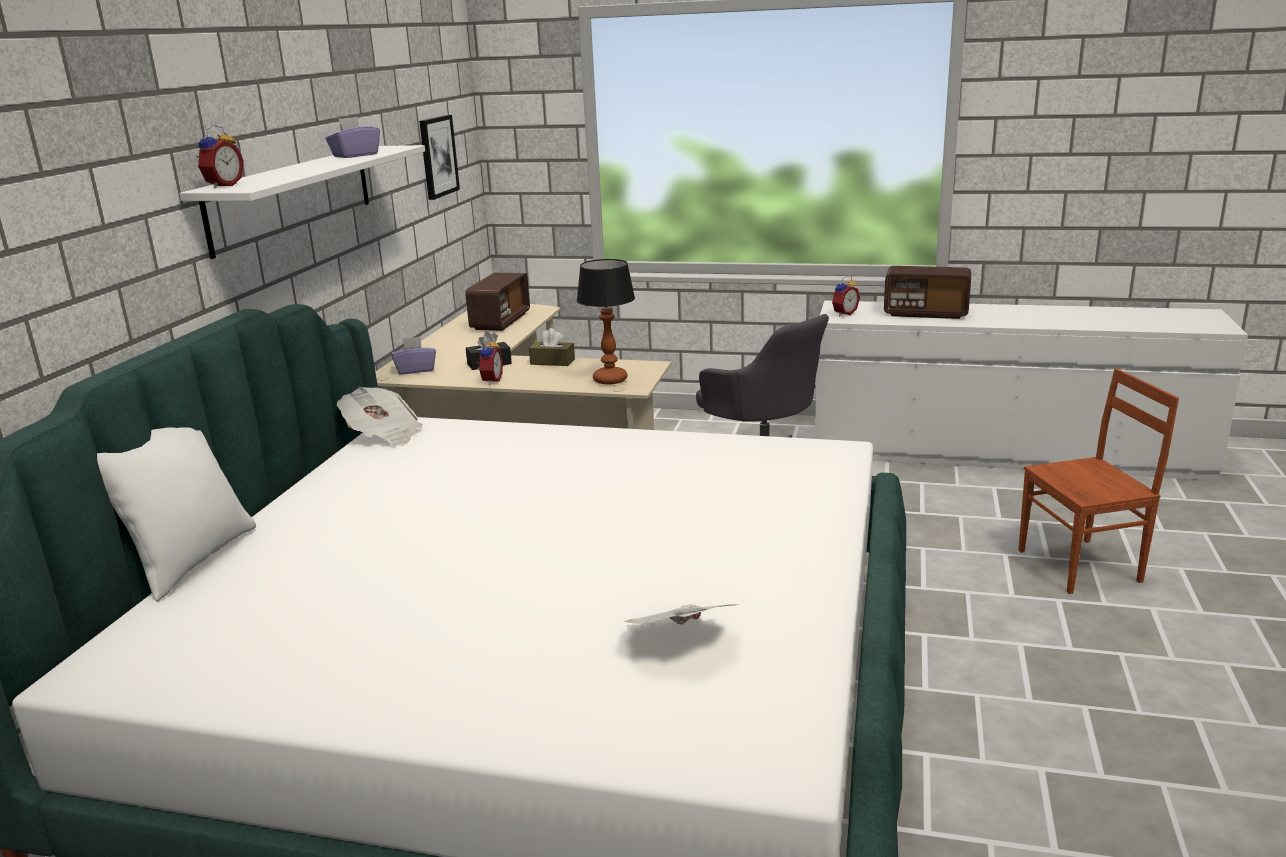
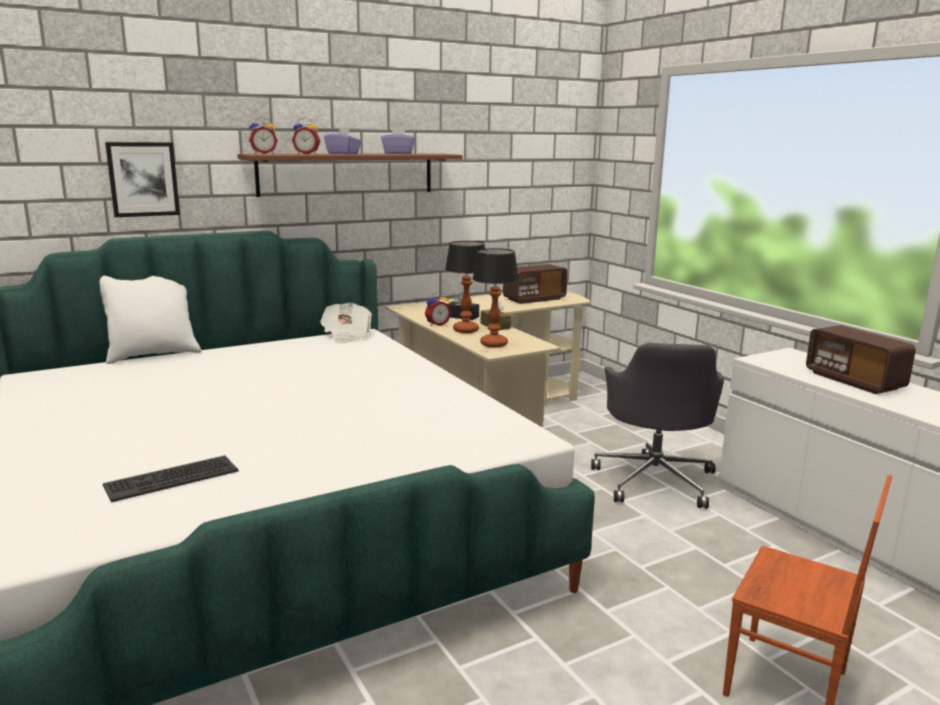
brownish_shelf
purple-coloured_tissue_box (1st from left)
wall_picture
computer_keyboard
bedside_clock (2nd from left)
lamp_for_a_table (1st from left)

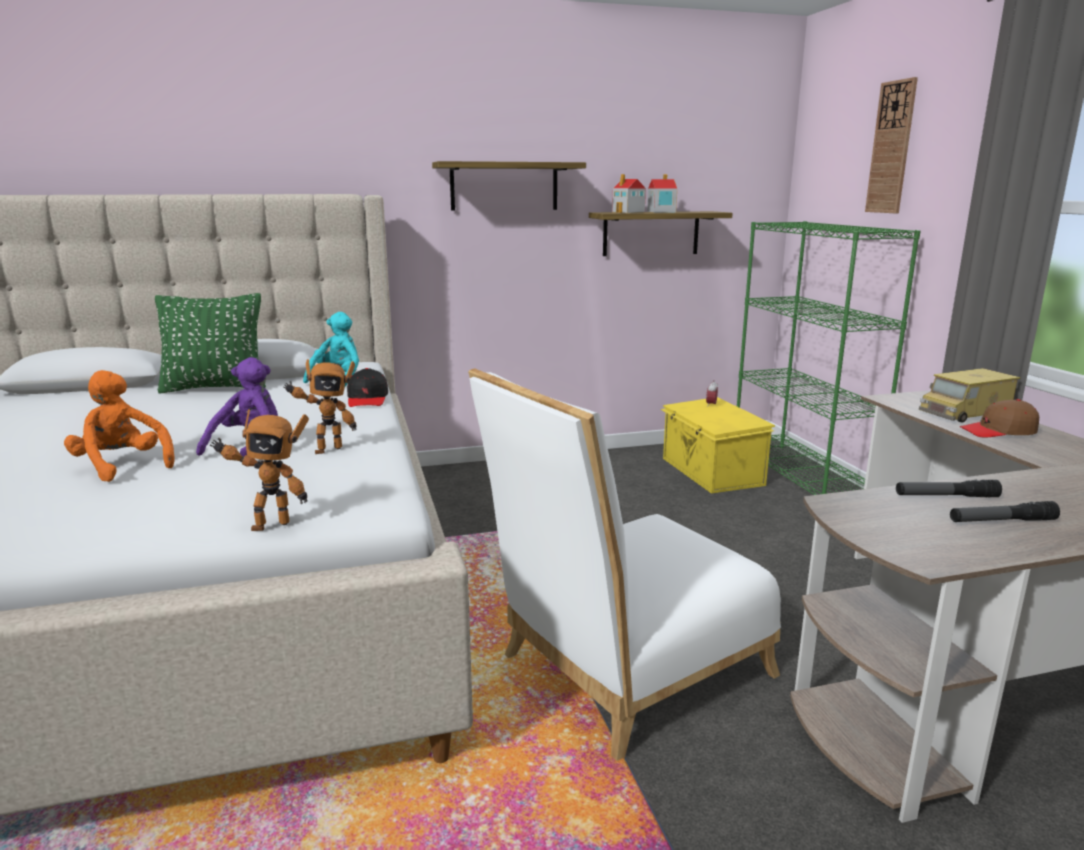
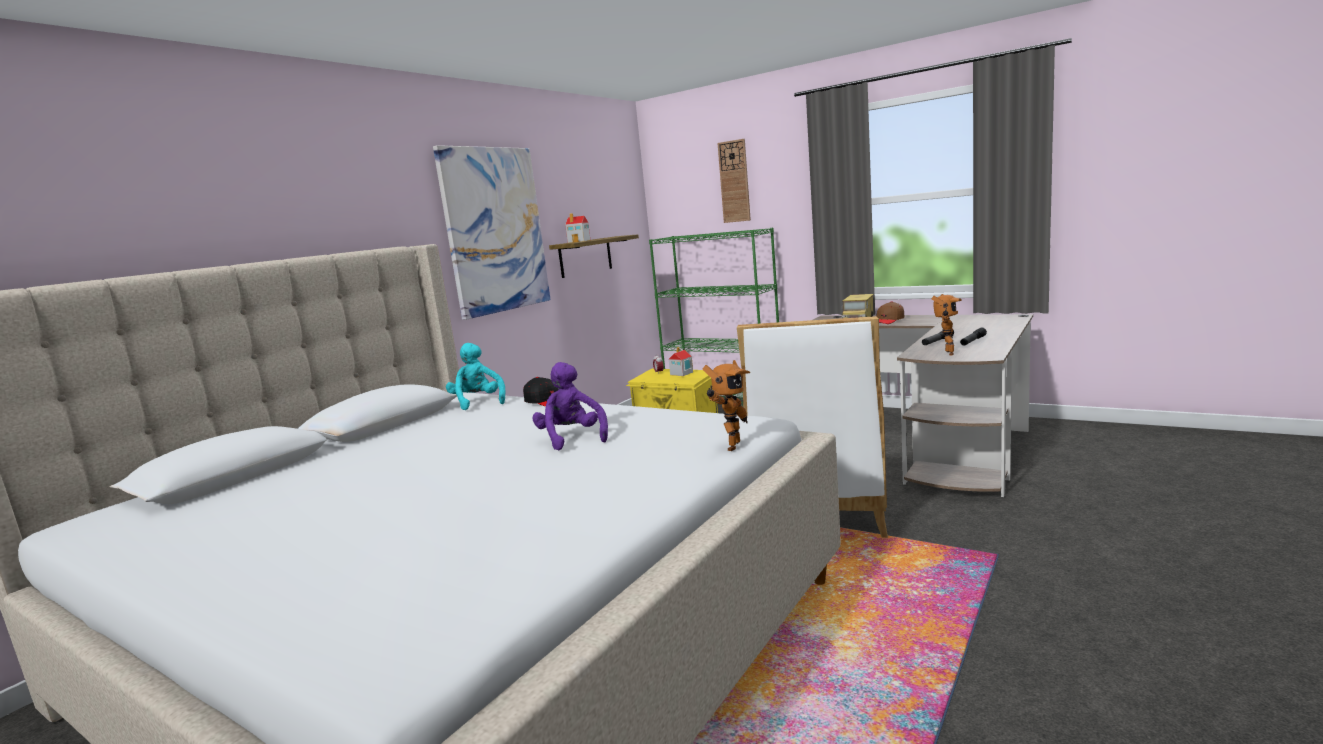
orange_soft_toy
green-coloured_pillow
robot_figure (2nd from left)
wall_picture
miniature_house (2nd from left)

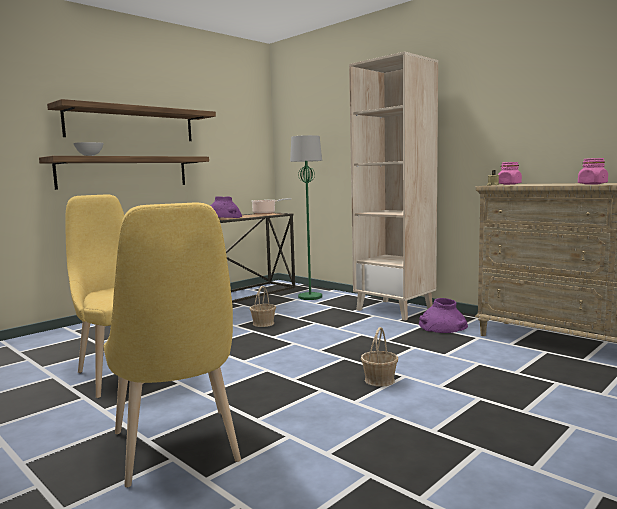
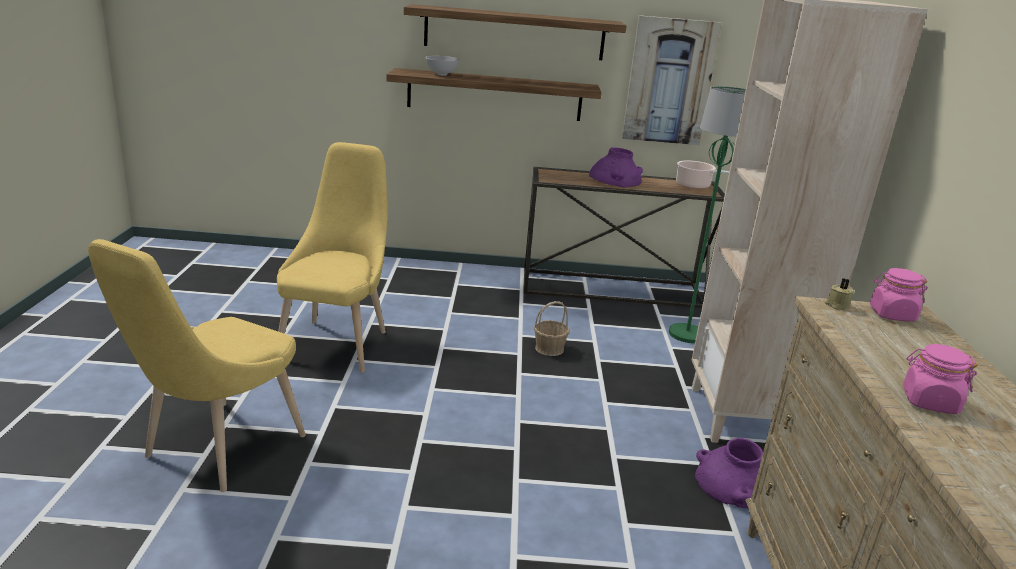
household_basket (2nd from left in the first image)
wall_picture

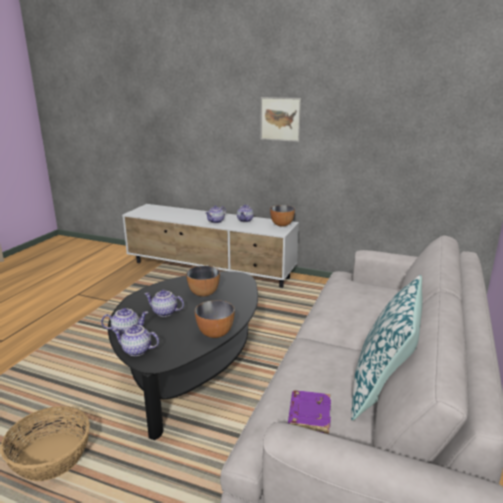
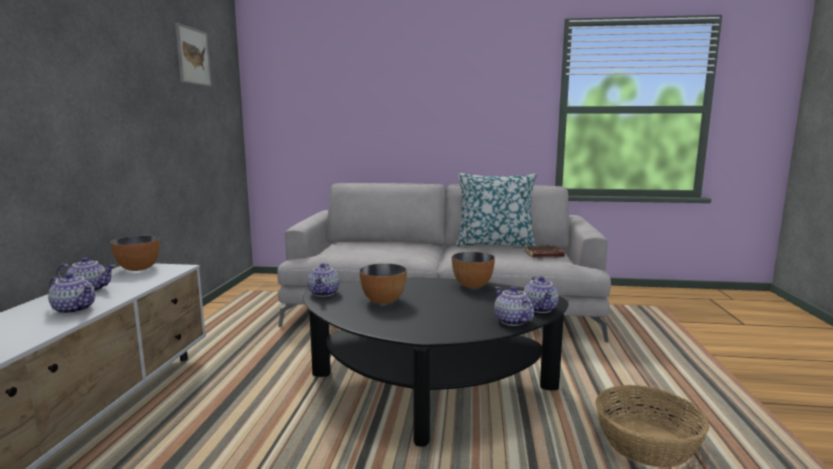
teapot (3rd from left)
wall_picture
brownish_book

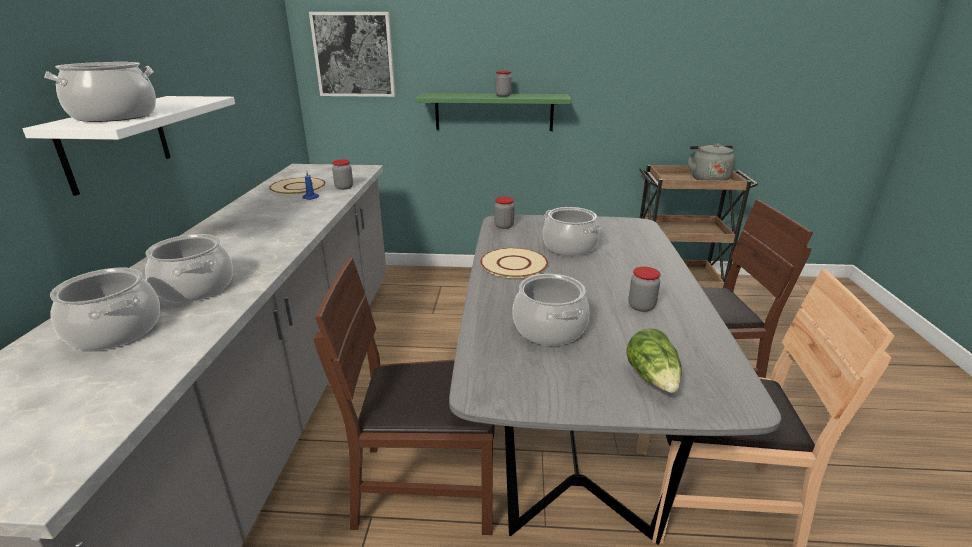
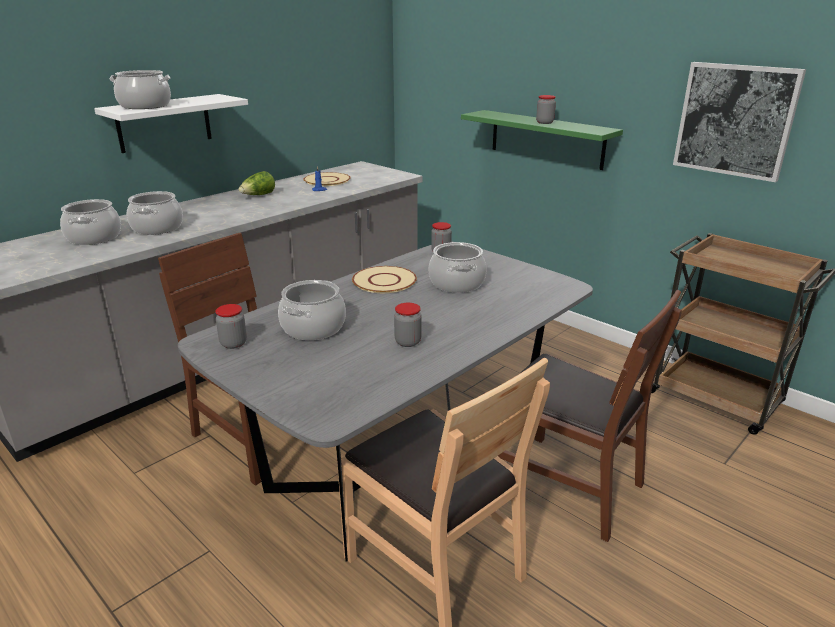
wall_picture
preserve_jar (1st from left)
head_of_lettuce
grey_tea_kettle

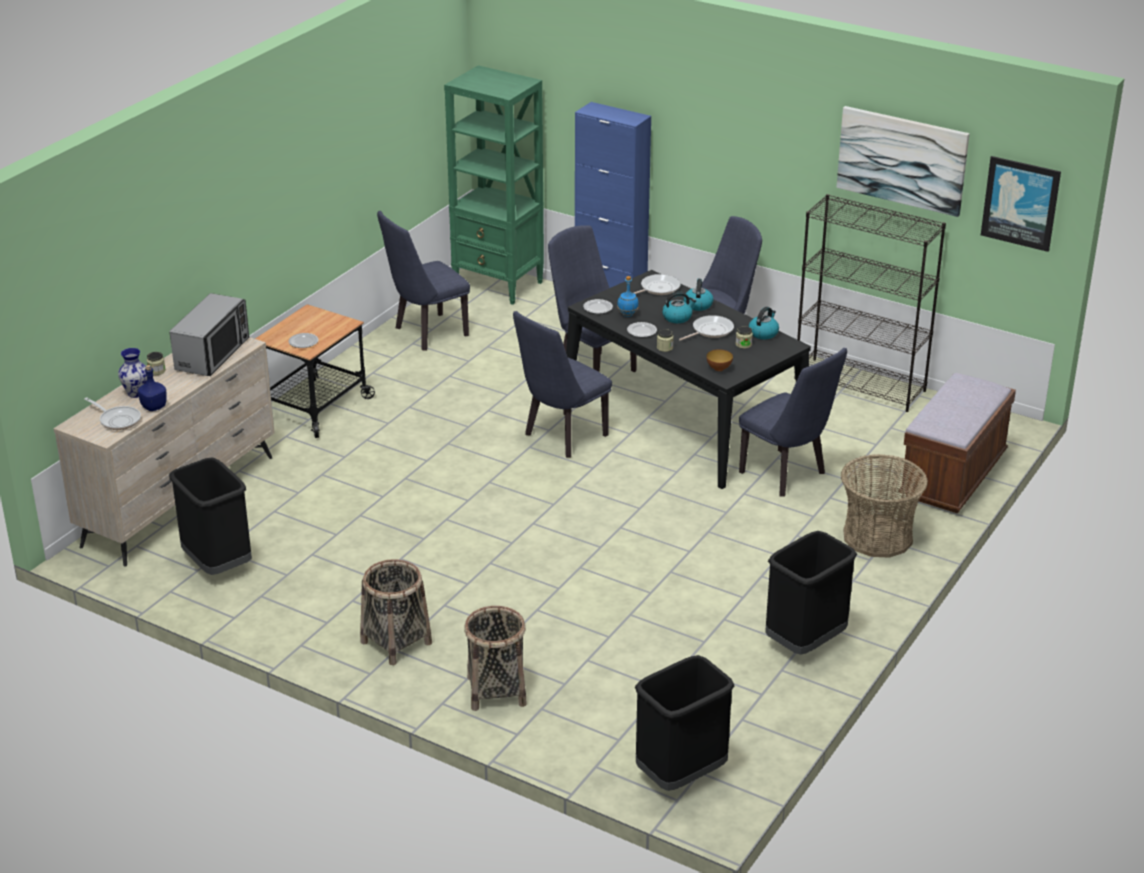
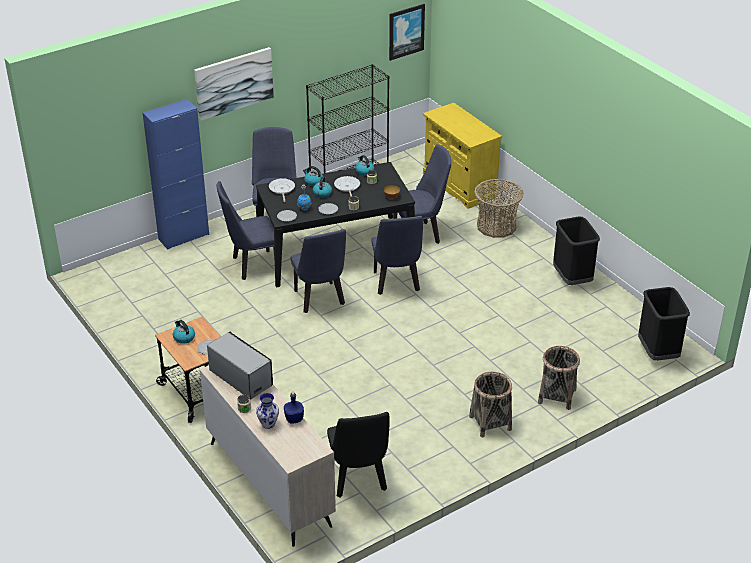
frying_pan (1st from left in the first image)
black-coloured_upright_chair
blue-coloured_upright_chair (4th from left)
green-coloured_bookcase
wall_picture (1st from left)
yellow_storage_cabinet
tea_kettle (1st from left)

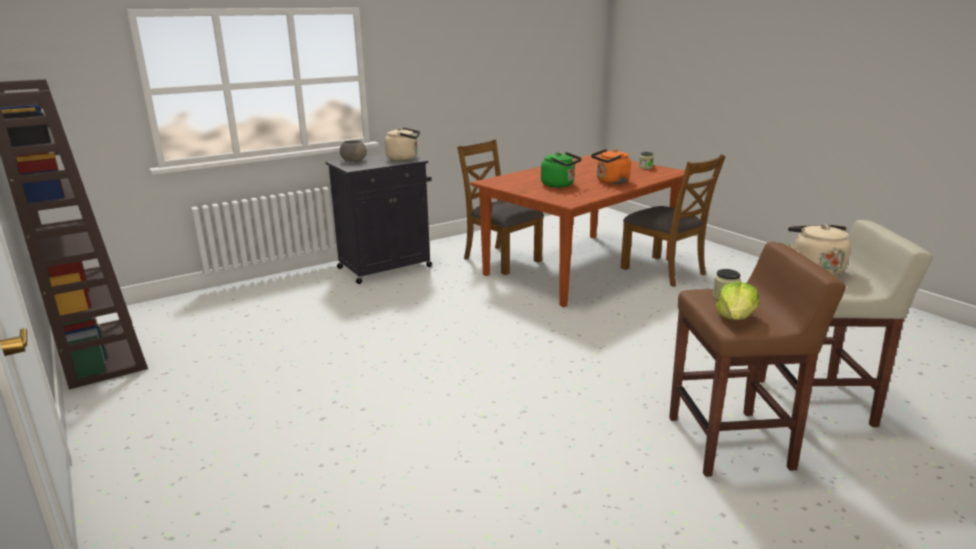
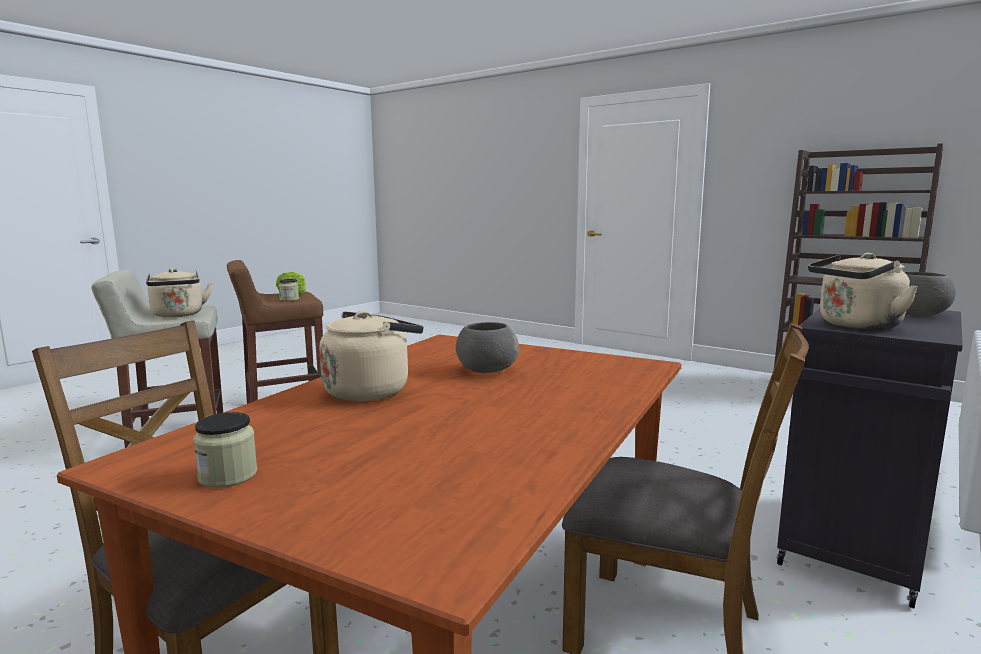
grey_serving_bowl (1st from left)
sand-coloured_tea_kettle (2nd from left)

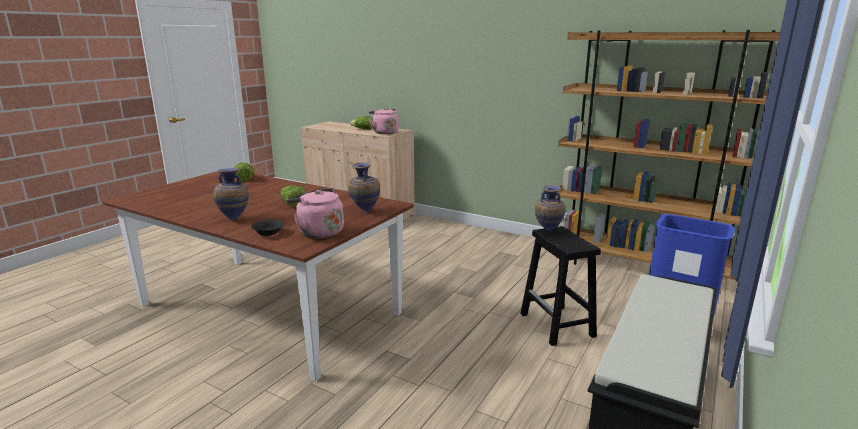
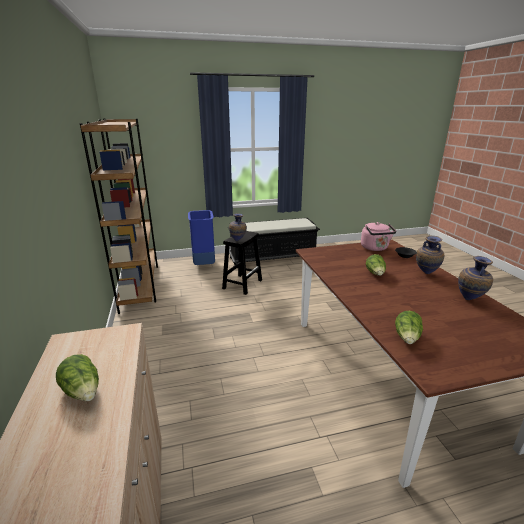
flower_vase (3rd from left)
pinkish_tea_kettle (2nd from left in the first image)

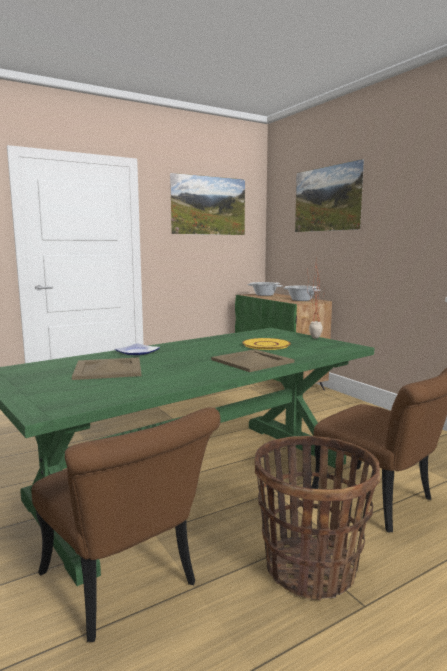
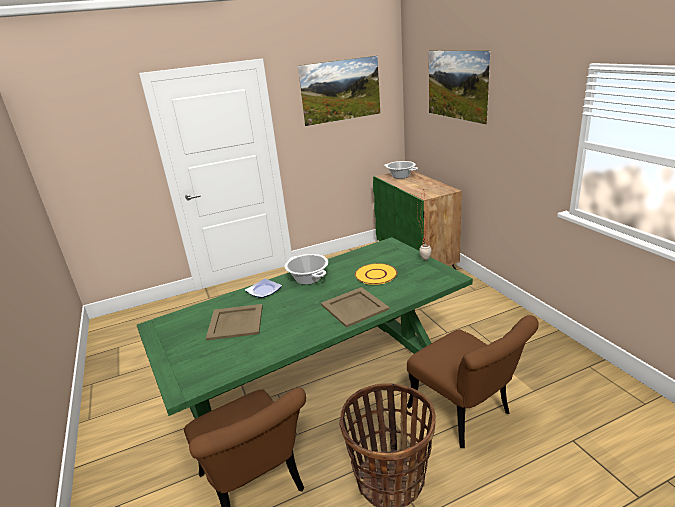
cooking_pot (1st from left)

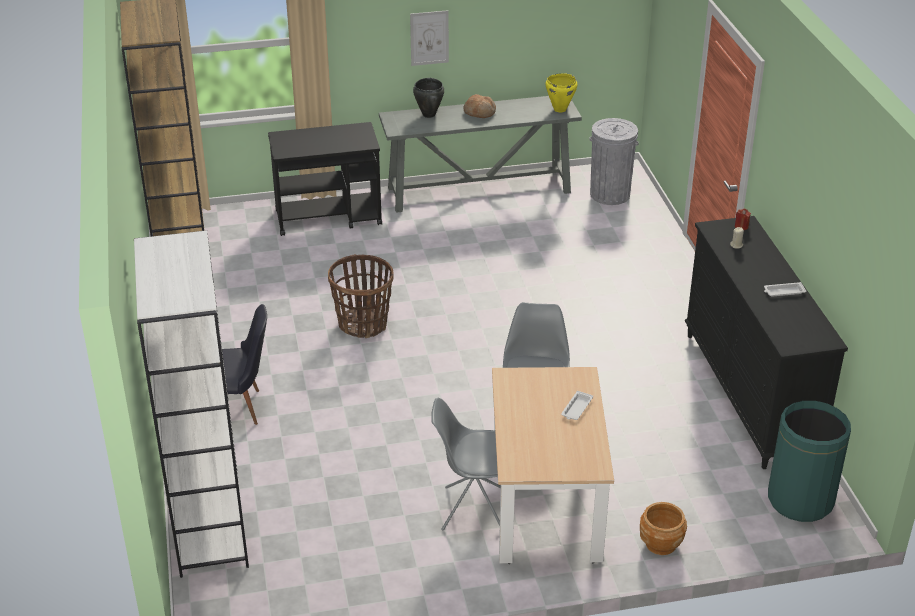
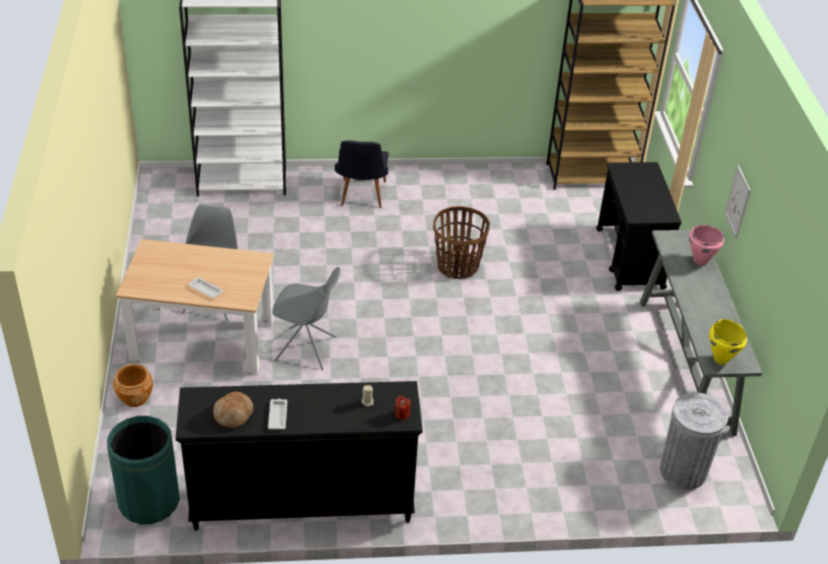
pinkish_cooking_pot
bakery_bread

